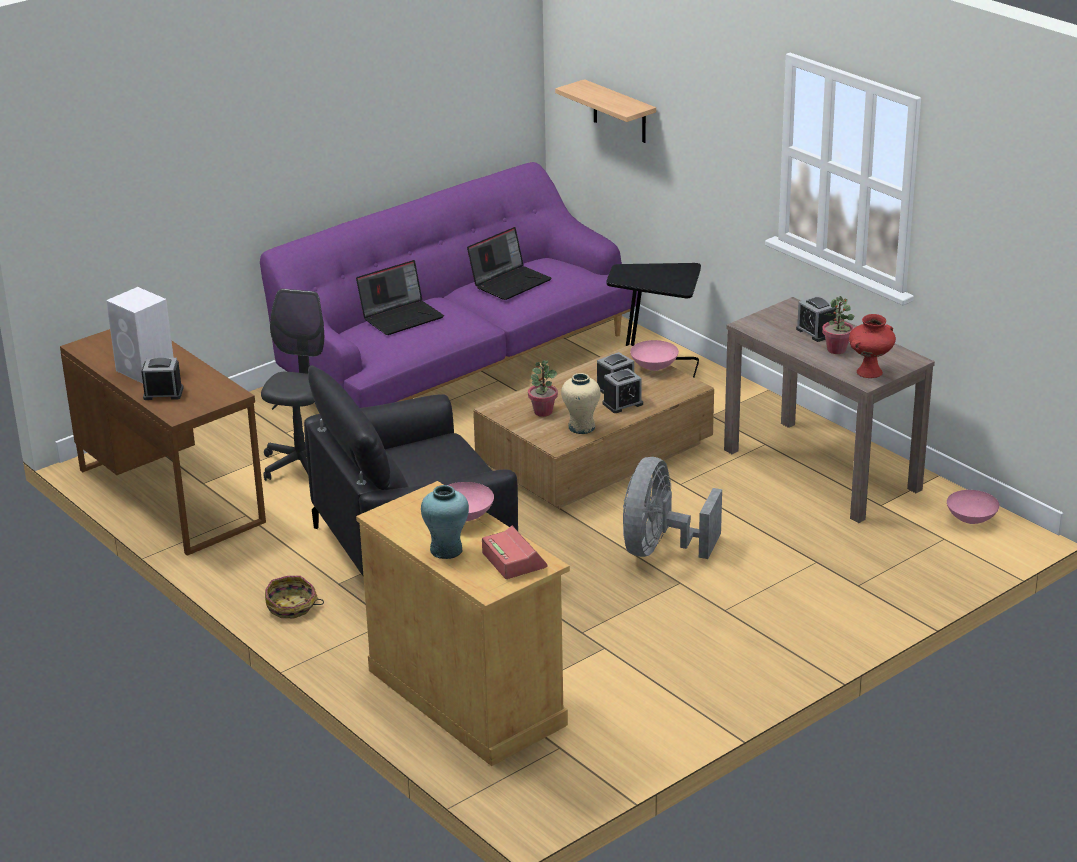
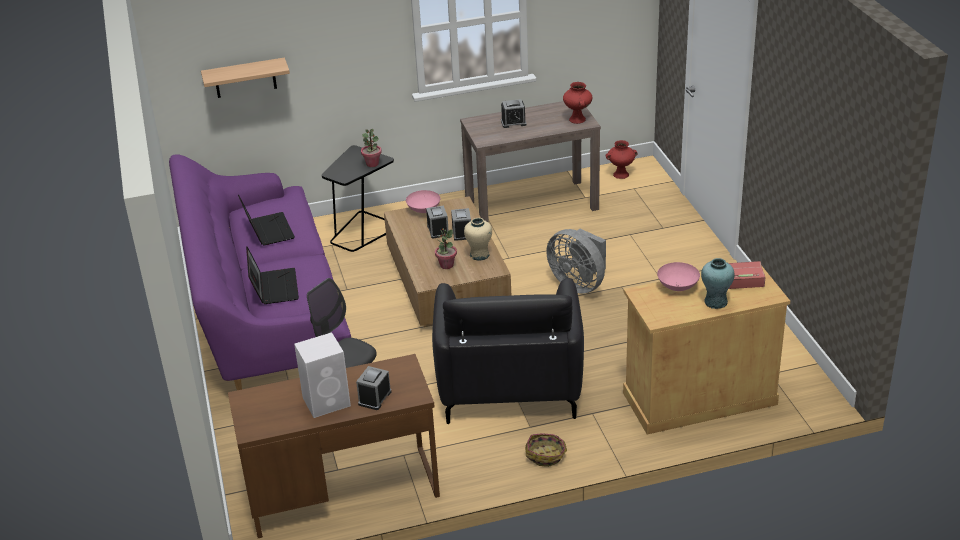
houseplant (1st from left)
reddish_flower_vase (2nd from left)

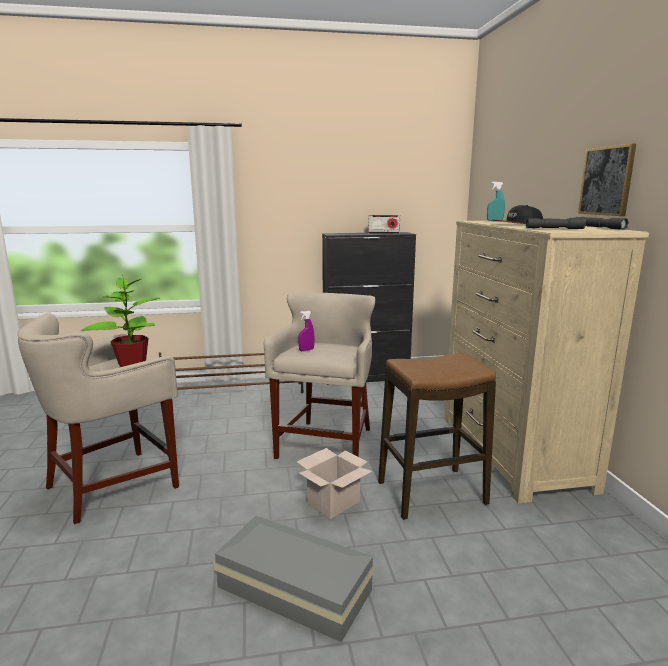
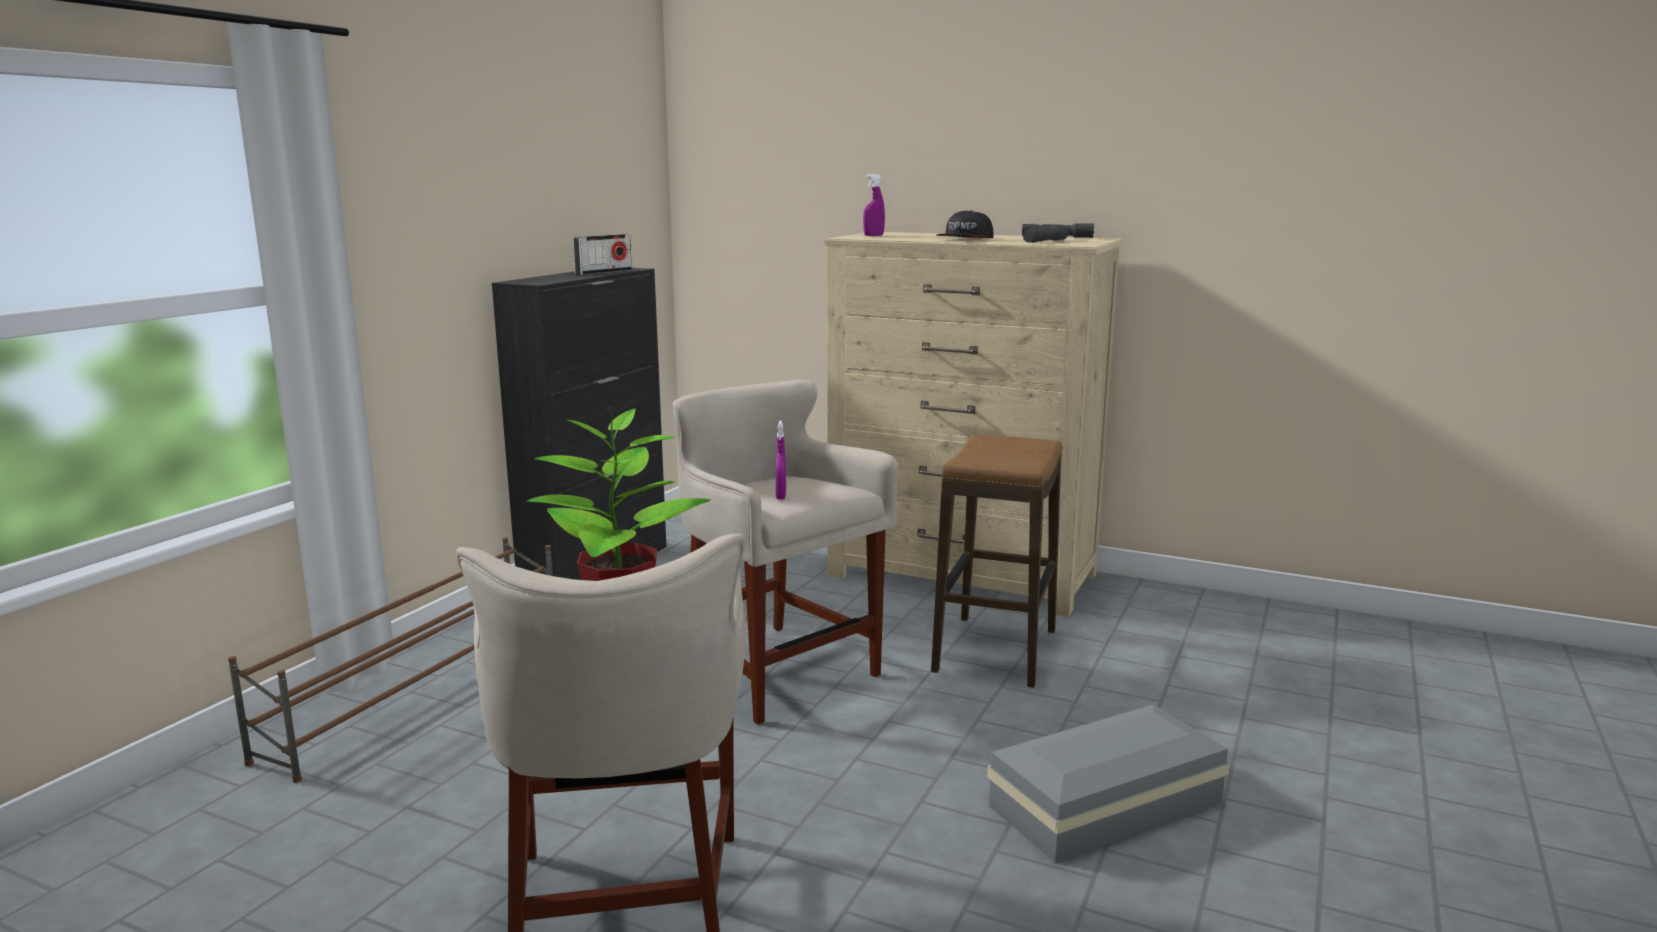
carton
purple-coloured_spray_bottle (2nd from left)
wall_picture

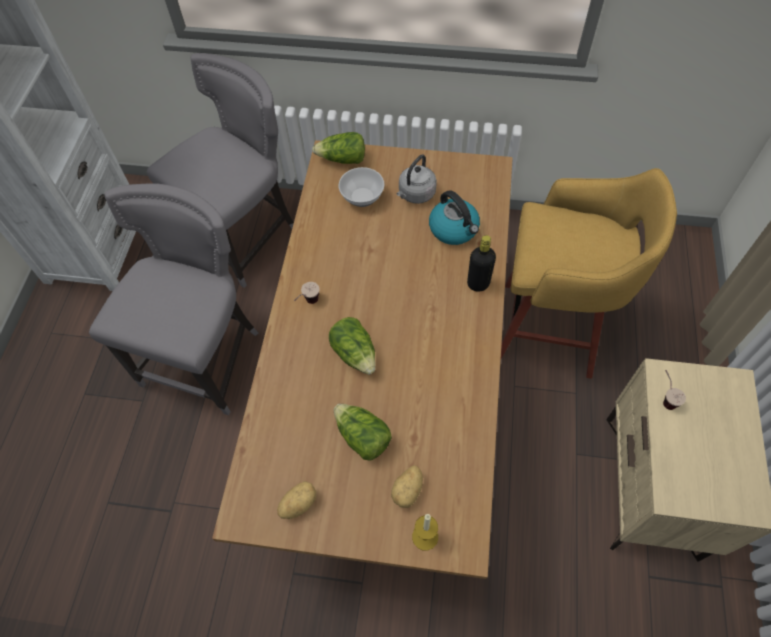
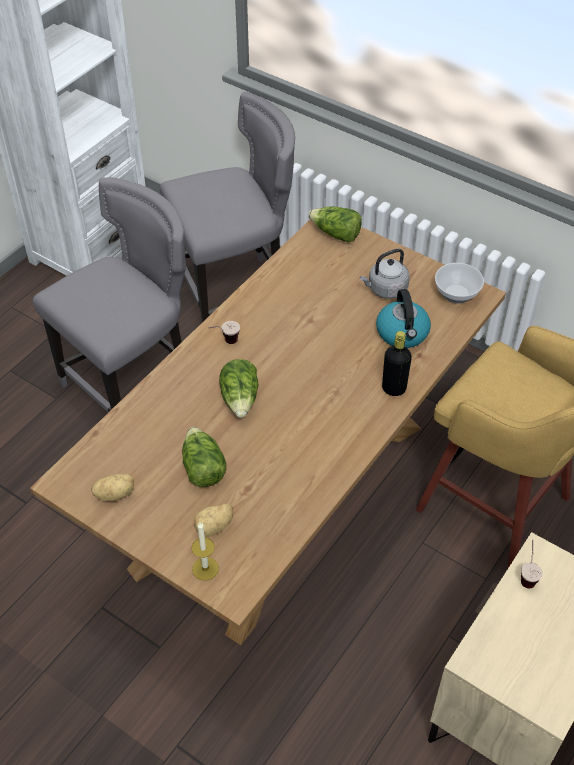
serving_bowl

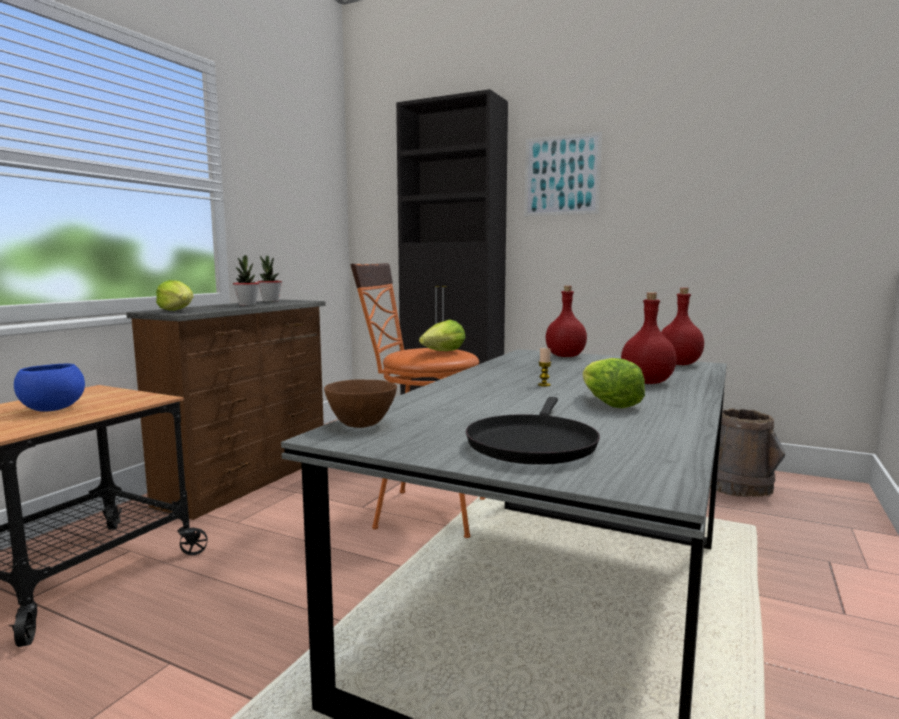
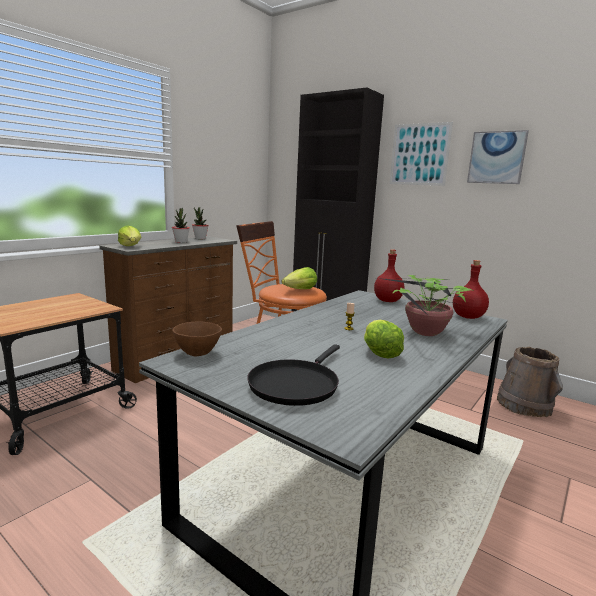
blue-coloured_serving_bowl
houseplant (3rd from left)
wall_picture (2nd from left)

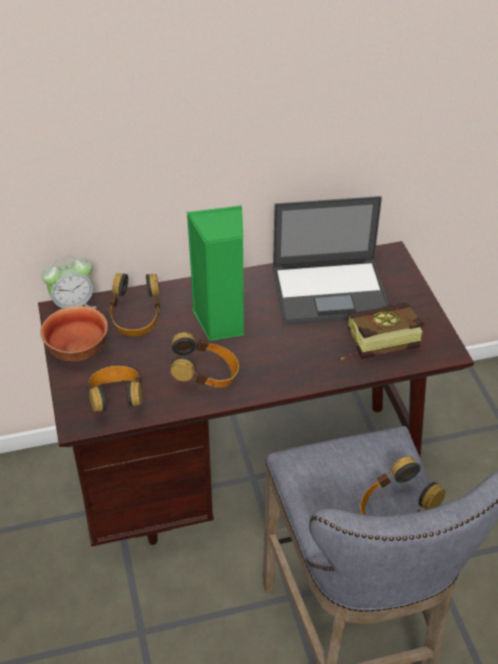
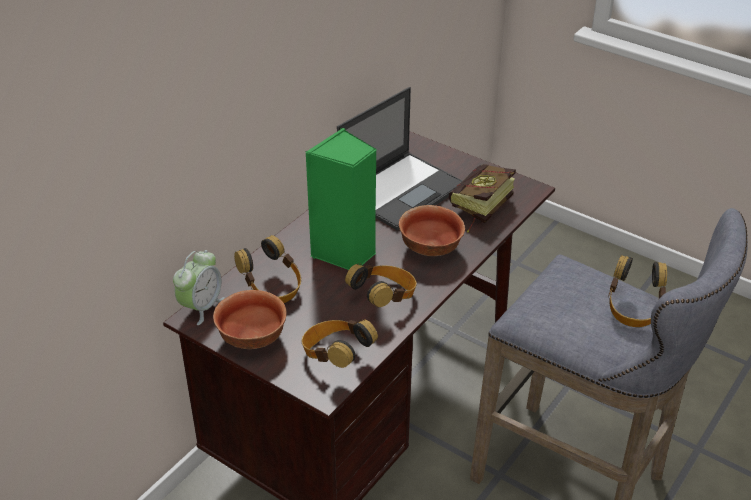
serving_bowl (2nd from left)

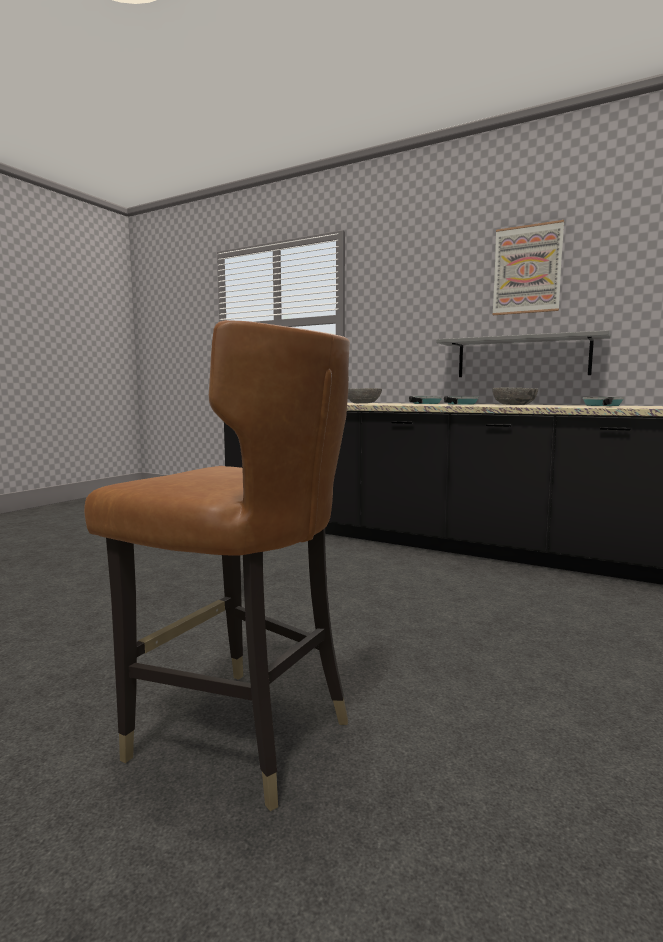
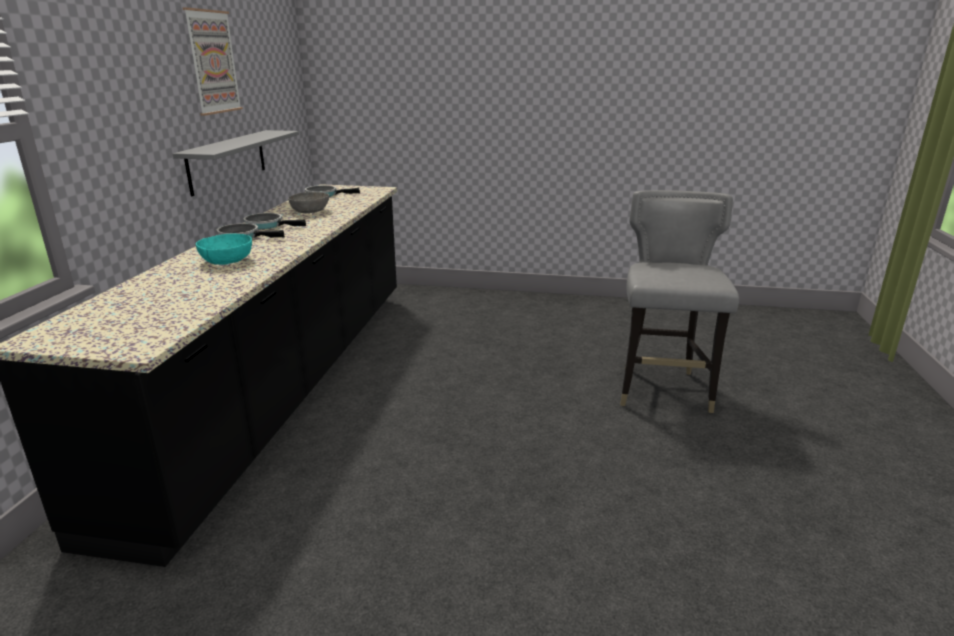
grey_upright_chair
turquoise_serving_bowl

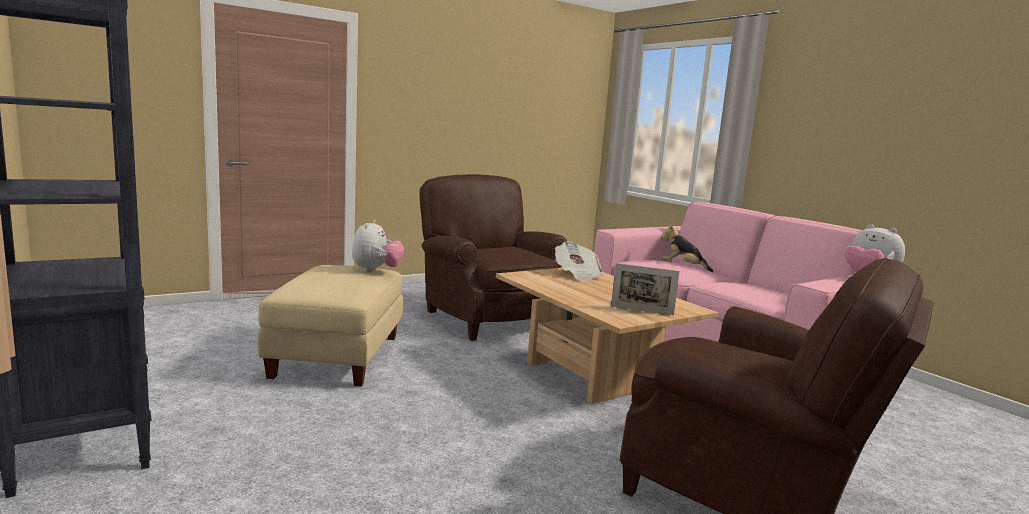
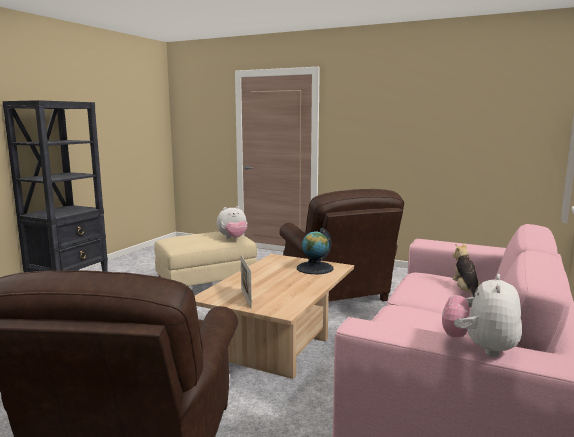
brownish_lounge_chair (2nd from left)
world_globe

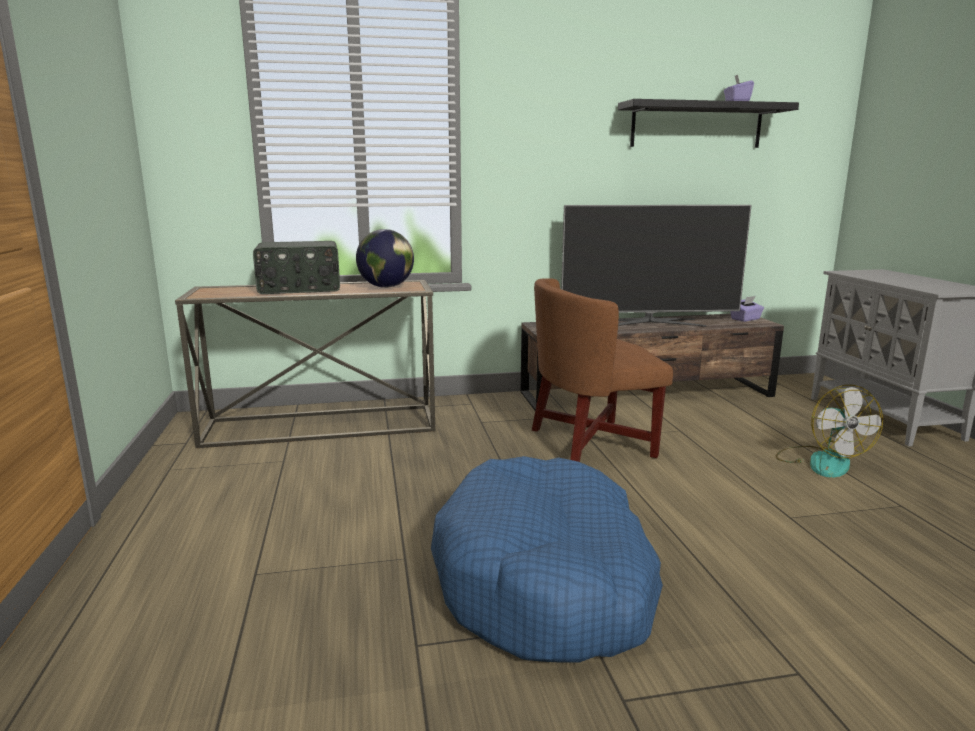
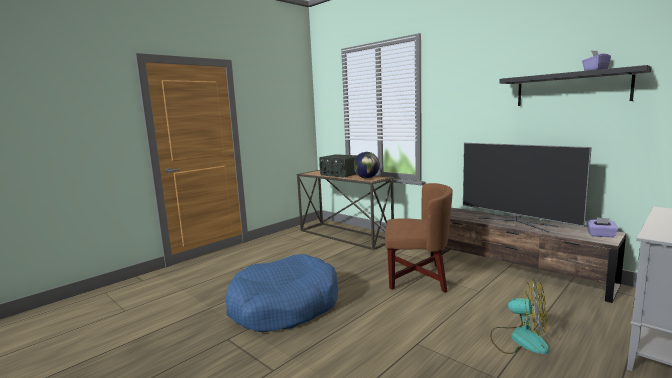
brownish_lounge_chair
electric_fan

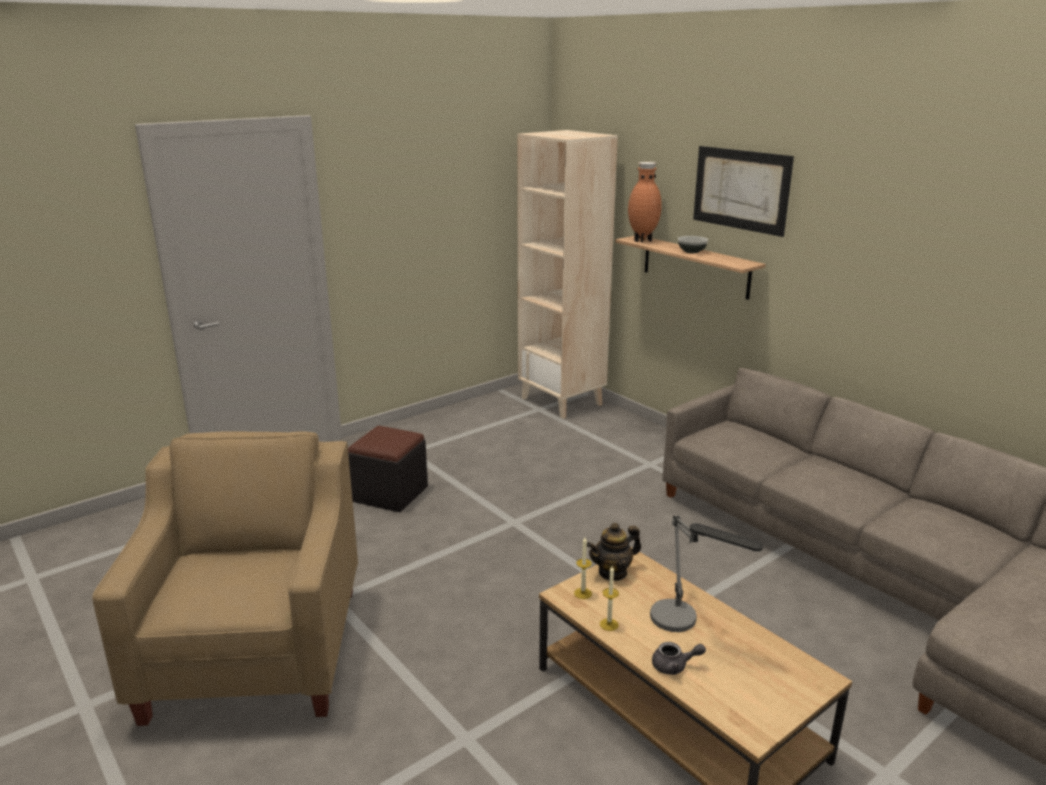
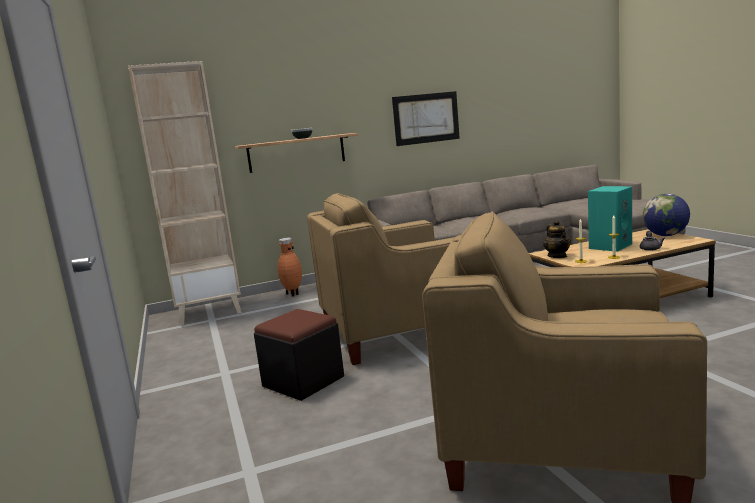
brownish_flower_vase
turquoise_audio_speaker
wall_picture
sand-coloured_lounge_chair (1st from left)
world_globe

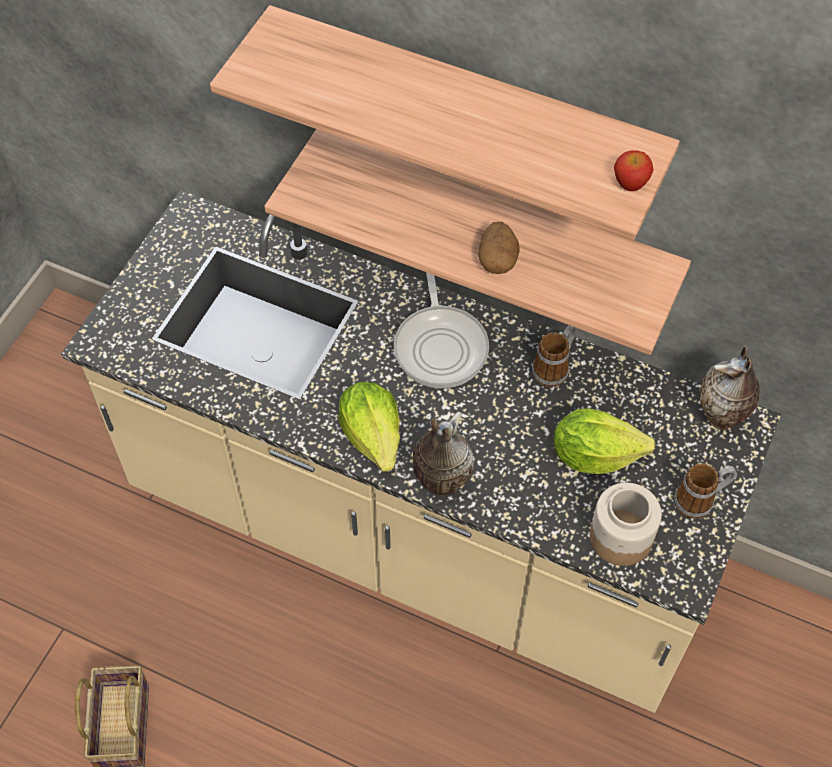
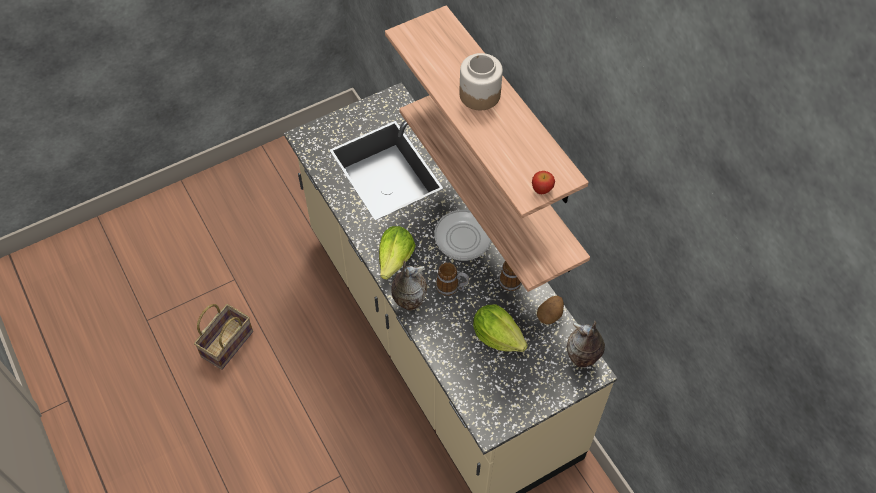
whole_potato
preserve_jar
mug (1st from left)

